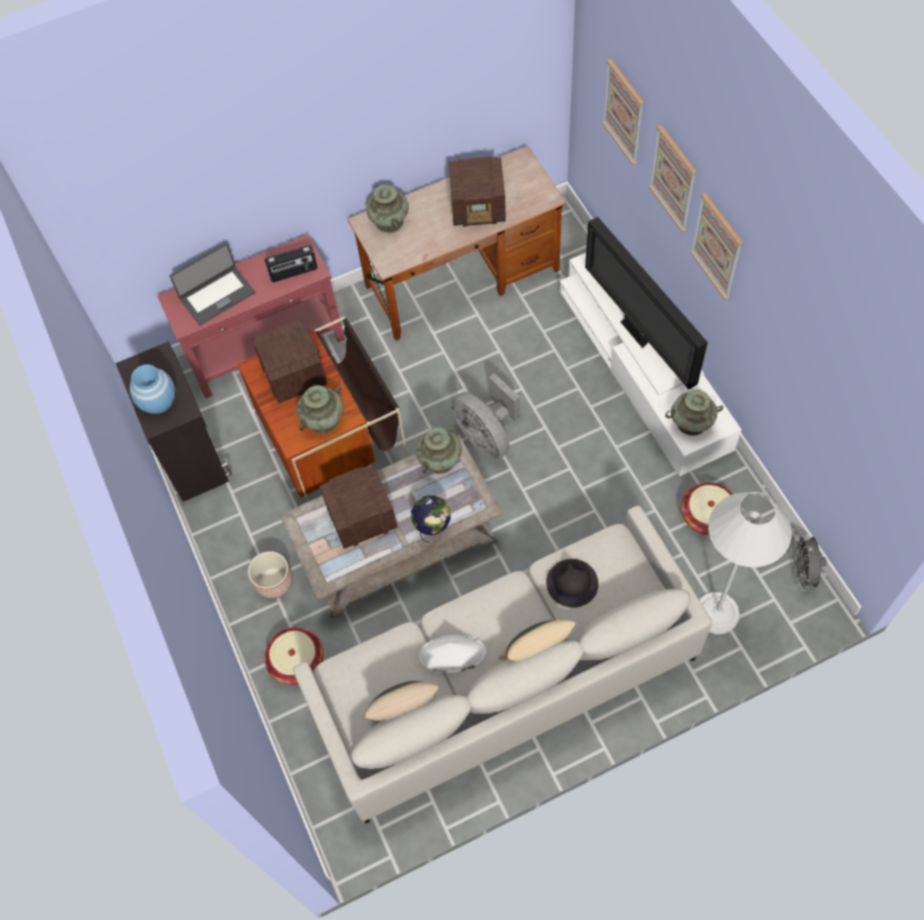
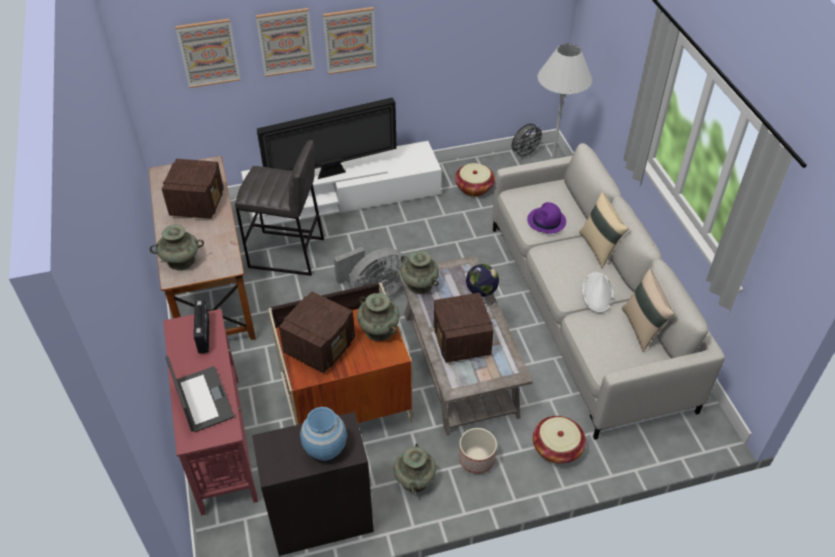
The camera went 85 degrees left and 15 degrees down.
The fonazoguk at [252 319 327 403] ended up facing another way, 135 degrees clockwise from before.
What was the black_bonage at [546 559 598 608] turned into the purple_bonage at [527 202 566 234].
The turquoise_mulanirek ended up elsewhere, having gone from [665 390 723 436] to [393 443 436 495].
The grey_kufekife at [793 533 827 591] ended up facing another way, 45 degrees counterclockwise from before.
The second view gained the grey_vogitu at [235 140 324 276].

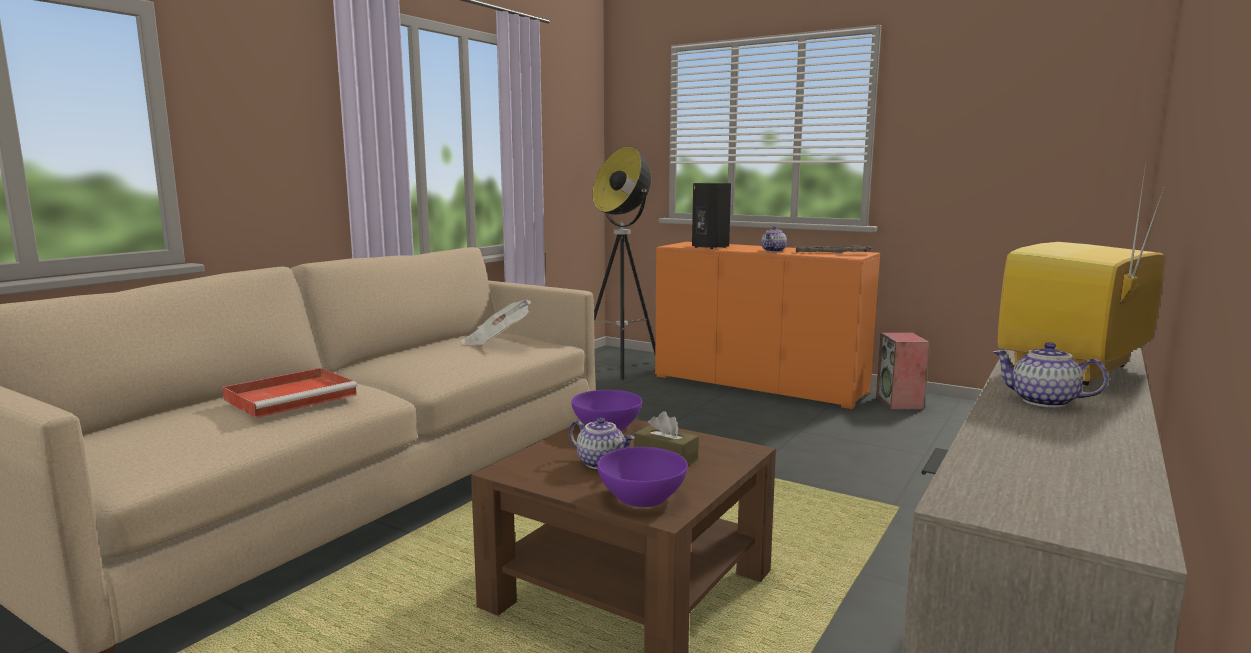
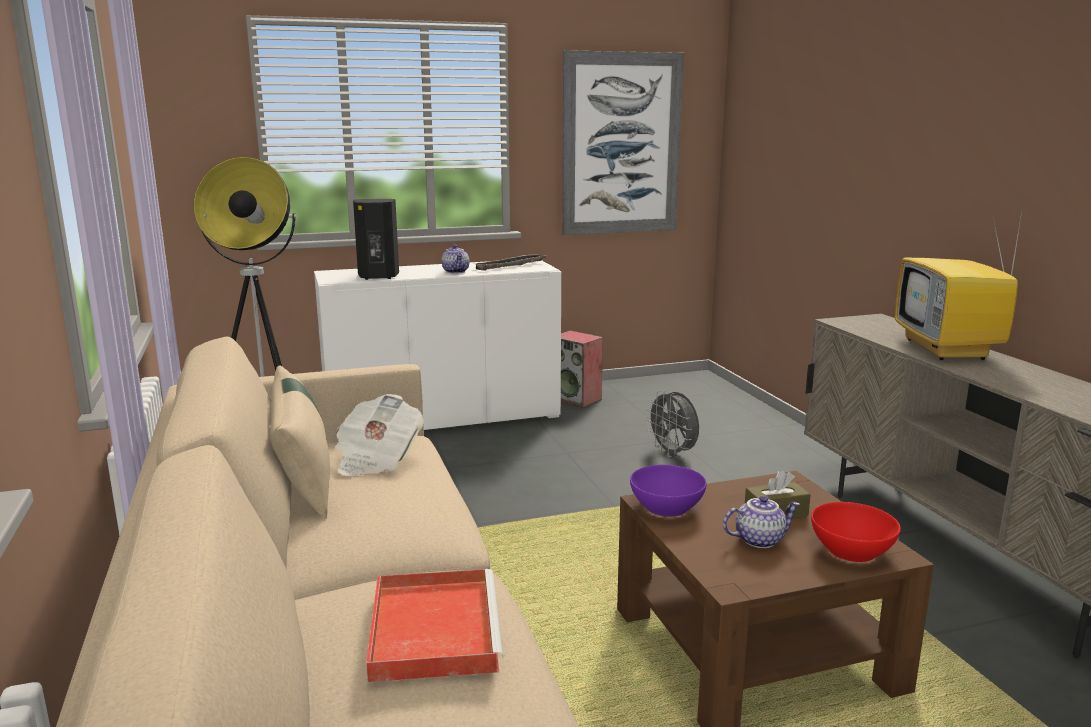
The camera went 50 degrees left and 5 degrees up.
What was the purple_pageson at [597 447 688 507] turned into the red_pageson at [811 502 901 562].
What was the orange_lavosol at [655 242 880 409] turned into the white_lavosol at [314 260 561 430].
The second view lost the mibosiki at [993 342 1108 408].
The second view gained the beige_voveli at [270 365 330 519].
The second view gained the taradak at [562 50 684 235].
The second view gained the grey_kufekife at [646 390 699 458].

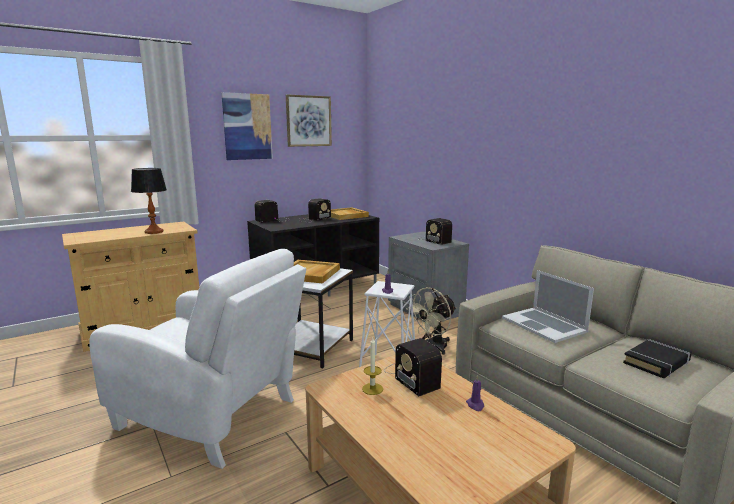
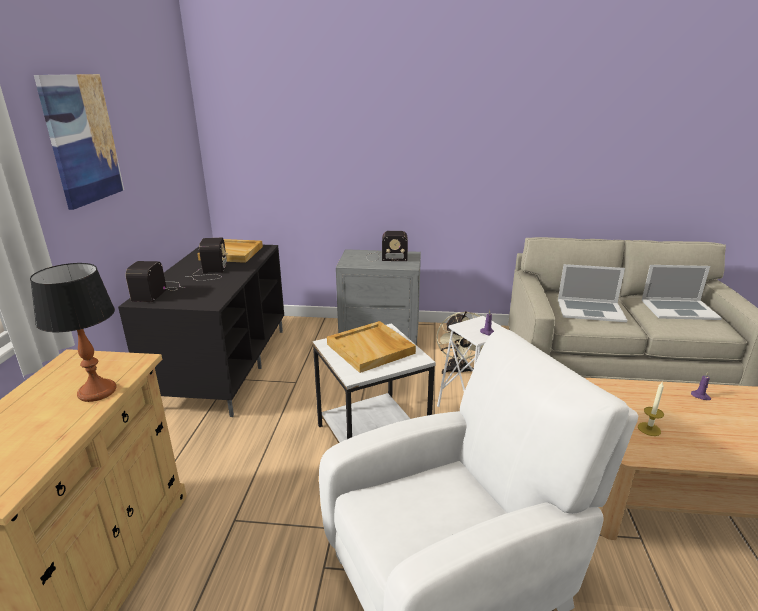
The camera went 50 degrees left and 10 degrees up.
The second view lost the taradak at [286 94 332 147].
The second view lost the fonazoguk at [384 338 442 396].
Where the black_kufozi stood at [623 337 692 378], the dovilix came to stand at [642 265 722 320].

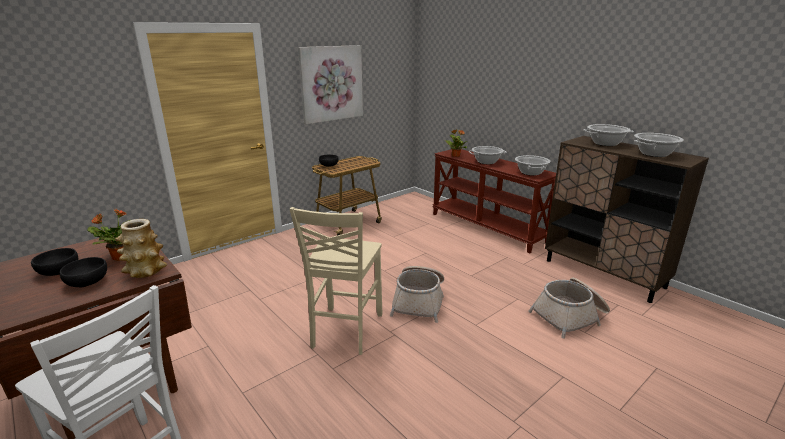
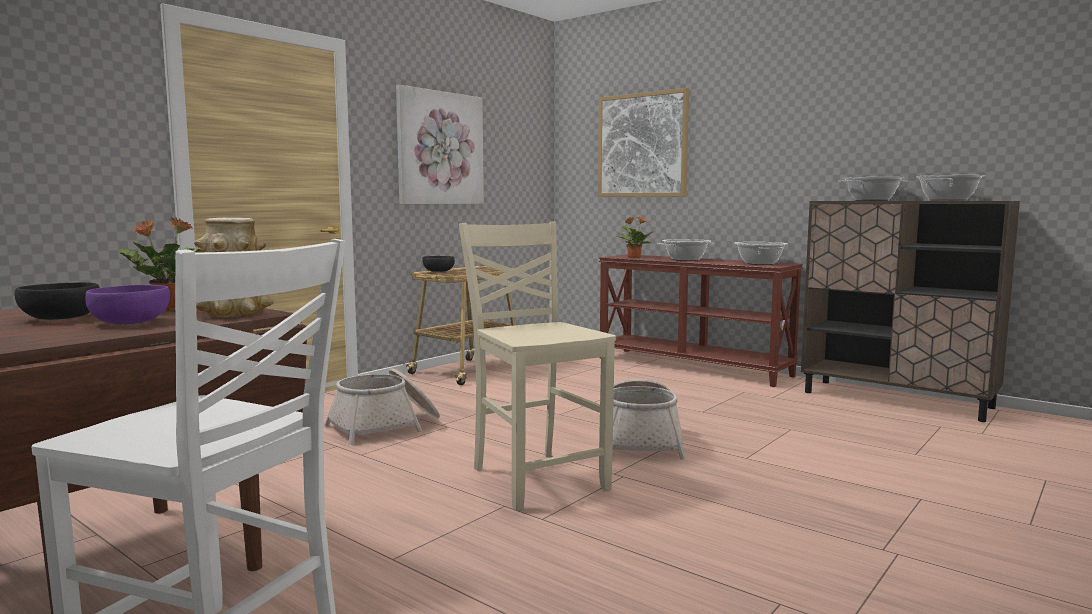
The camera went 10 degrees left and 15 degrees down.
What was the black_pageson at [60 257 107 287] turned into the purple_pageson at [85 285 170 324].
The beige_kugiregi at [290 207 382 355] ended up facing another way, 150 degrees clockwise from before.
The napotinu ended up elsewhere, having gone from [528 278 610 339] to [325 368 440 445].
The second view gained the taradak at [598 88 689 197].

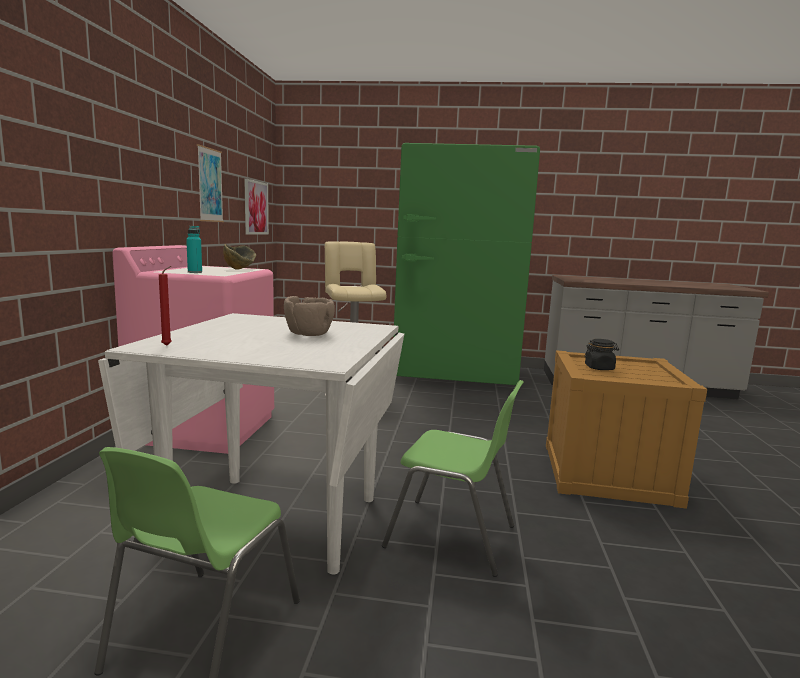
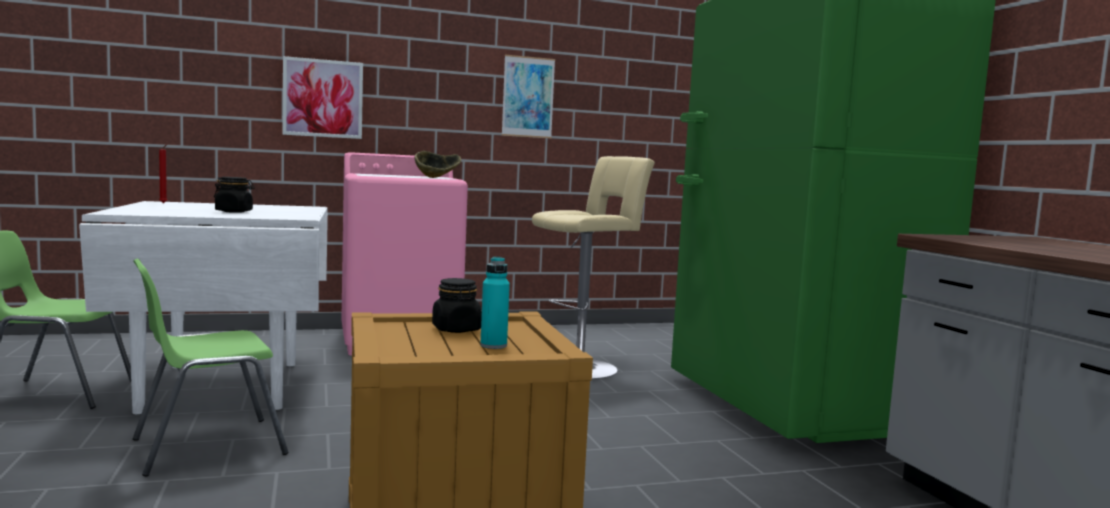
The camera went 65 degrees right and 5 degrees down.
The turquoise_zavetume ended up elsewhere, having gone from [186 226 202 273] to [480 257 510 349].
The taradak ended up elsewhere, having gone from [244 179 269 235] to [283 56 363 139].
Where the brown_pageson stood at [284 296 335 336], the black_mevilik came to stand at [214 177 255 213].
The green_kugiregi at [382 380 524 577] ended up facing another way, 60 degrees clockwise from before.

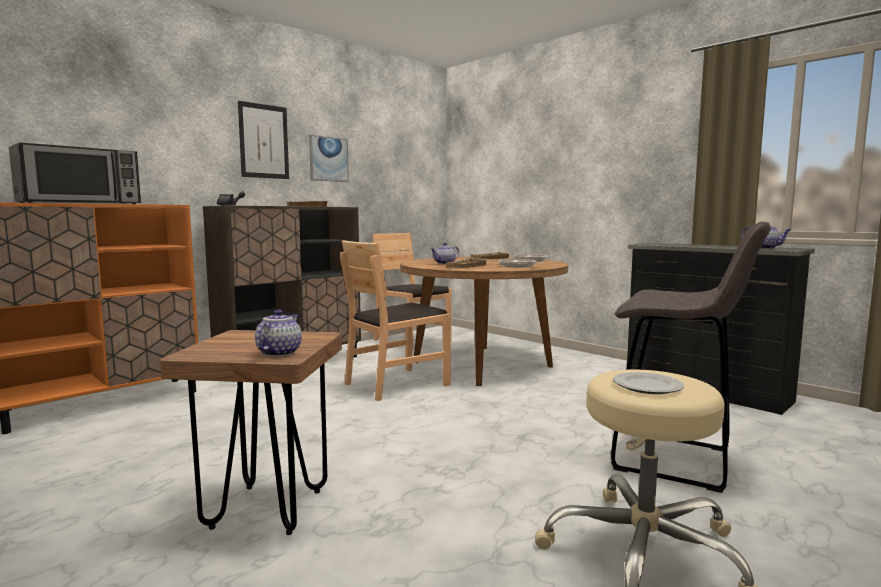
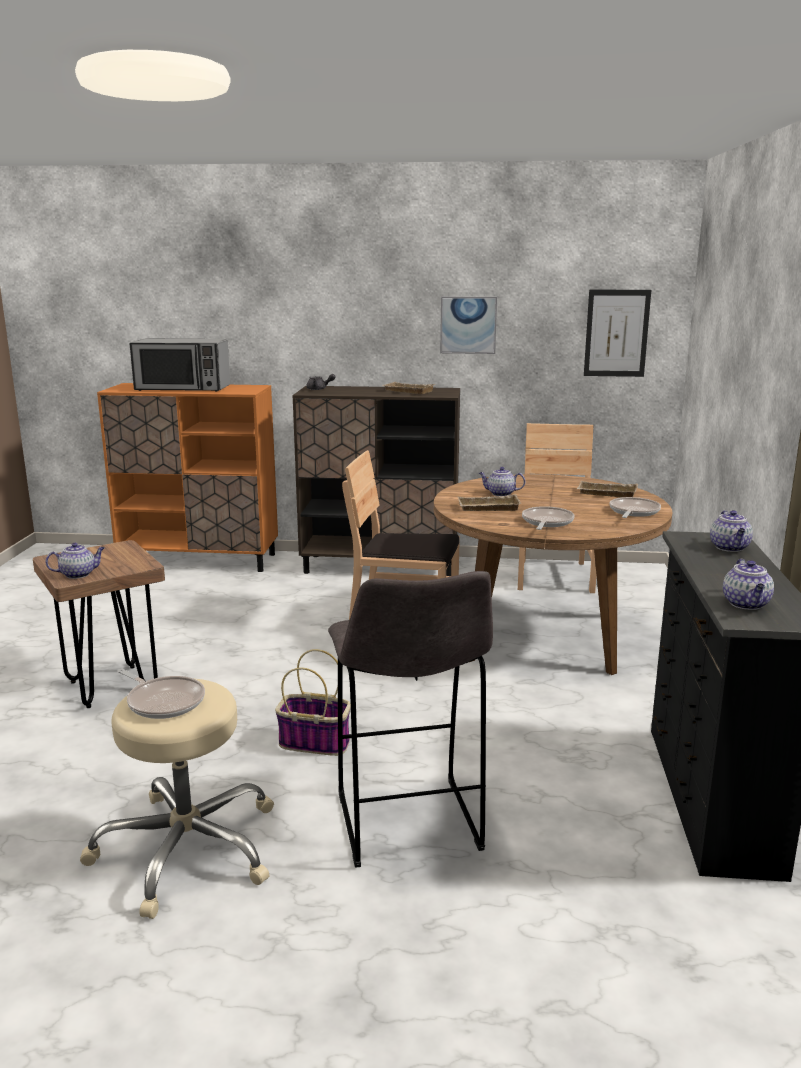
The camera went 50 degrees right and 10 degrees up.
The taradak ended up elsewhere, having gone from [238 101 289 179] to [584 290 651 377].
Where the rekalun stood at [613 372 684 394], the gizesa came to stand at [117 669 205 719].
The second view gained the napotinu at [275 649 351 756].
The second view gained the mibosiki at [710 510 753 552].

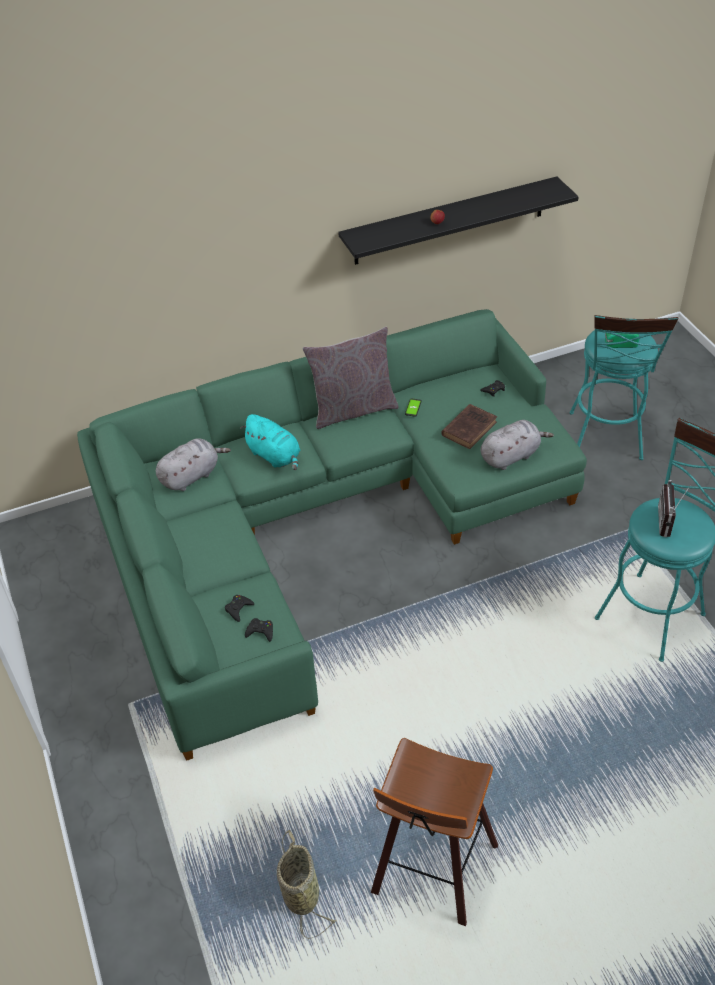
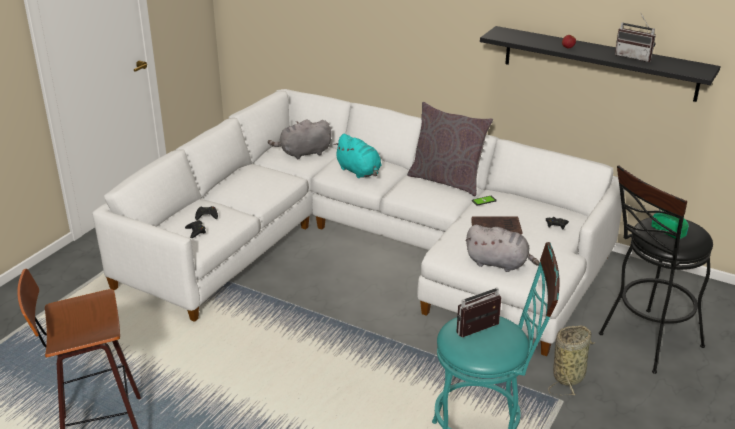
The camera went 50 degrees right and 15 degrees down.
What was the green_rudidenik at [77 309 587 761] turned into the white_rudidenik at [92 89 625 356].
The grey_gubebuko at [156 438 231 491] ended up facing another way, 150 degrees clockwise from before.
The turquoise_gubebuko at [240 414 301 470] ended up facing another way, 45 degrees counterclockwise from before.
The napotinu ended up elsewhere, having gone from [277 830 336 939] to [548 325 595 396].
What was the turquoise_vogitu at [570 315 678 460] turned into the black_vogitu at [599 165 713 374].
The second view gained the fonazoguk at [615 12 656 62].

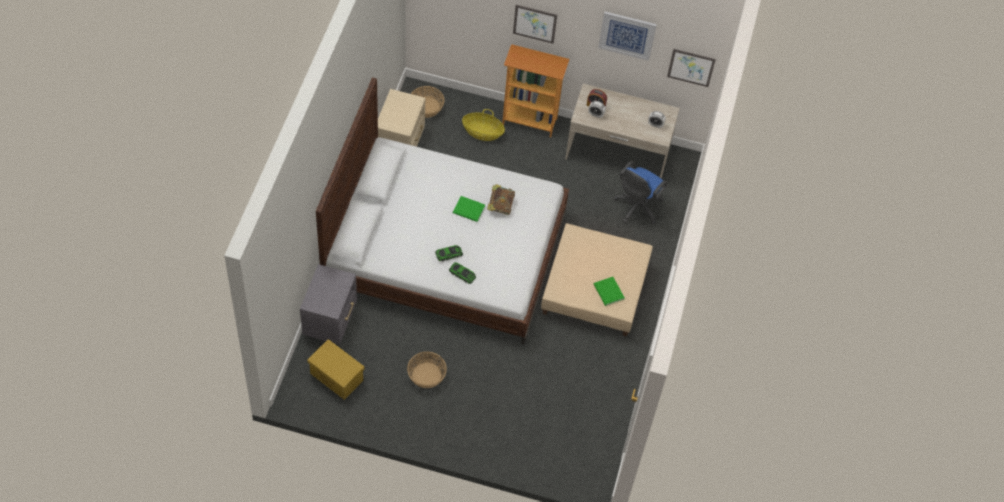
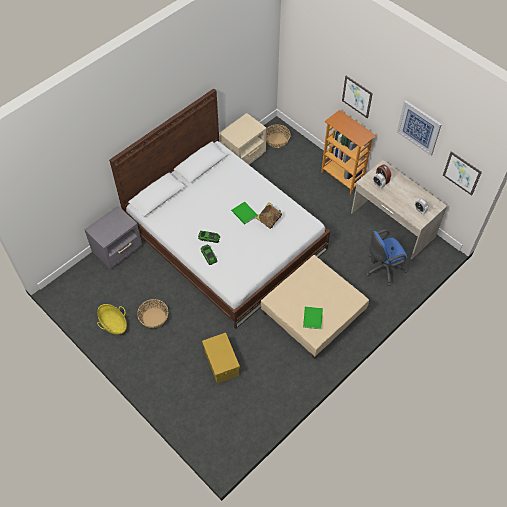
The camera went 35 degrees right and 0 degrees up.
The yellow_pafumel ended up elsewhere, having gone from [307 339 365 400] to [202 333 240 383].
The napotinu ended up elsewhere, having gone from [462 109 505 141] to [97 304 127 335].

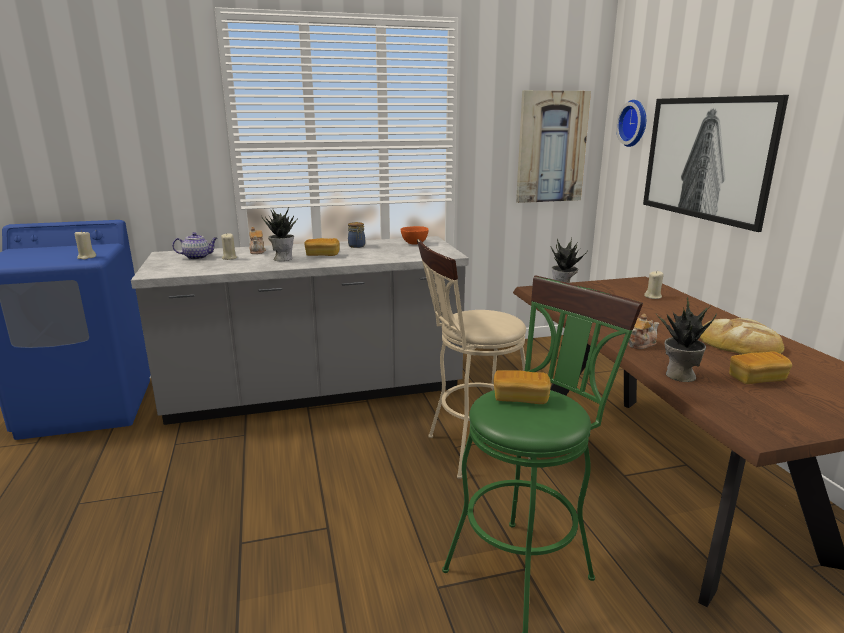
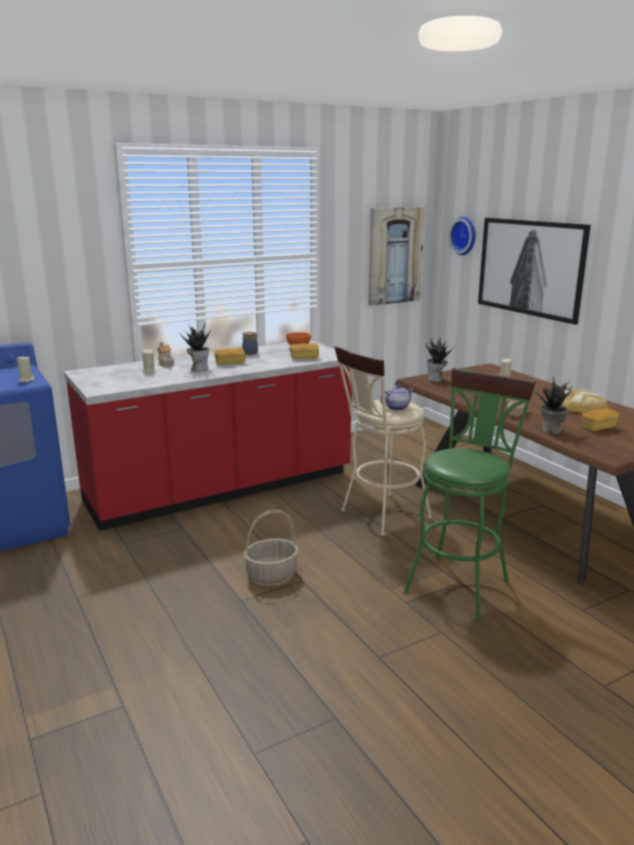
The camera went 15 degrees left and 0 degrees up.
What was the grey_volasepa at [131 236 469 425] turned into the red_volasepa at [64 340 351 531].
The mibosiki ended up elsewhere, having gone from [172 232 218 260] to [380 385 414 410].
The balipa ended up elsewhere, having gone from [494 370 551 404] to [290 343 319 359].
The second view gained the napotinu at [244 510 299 584].

